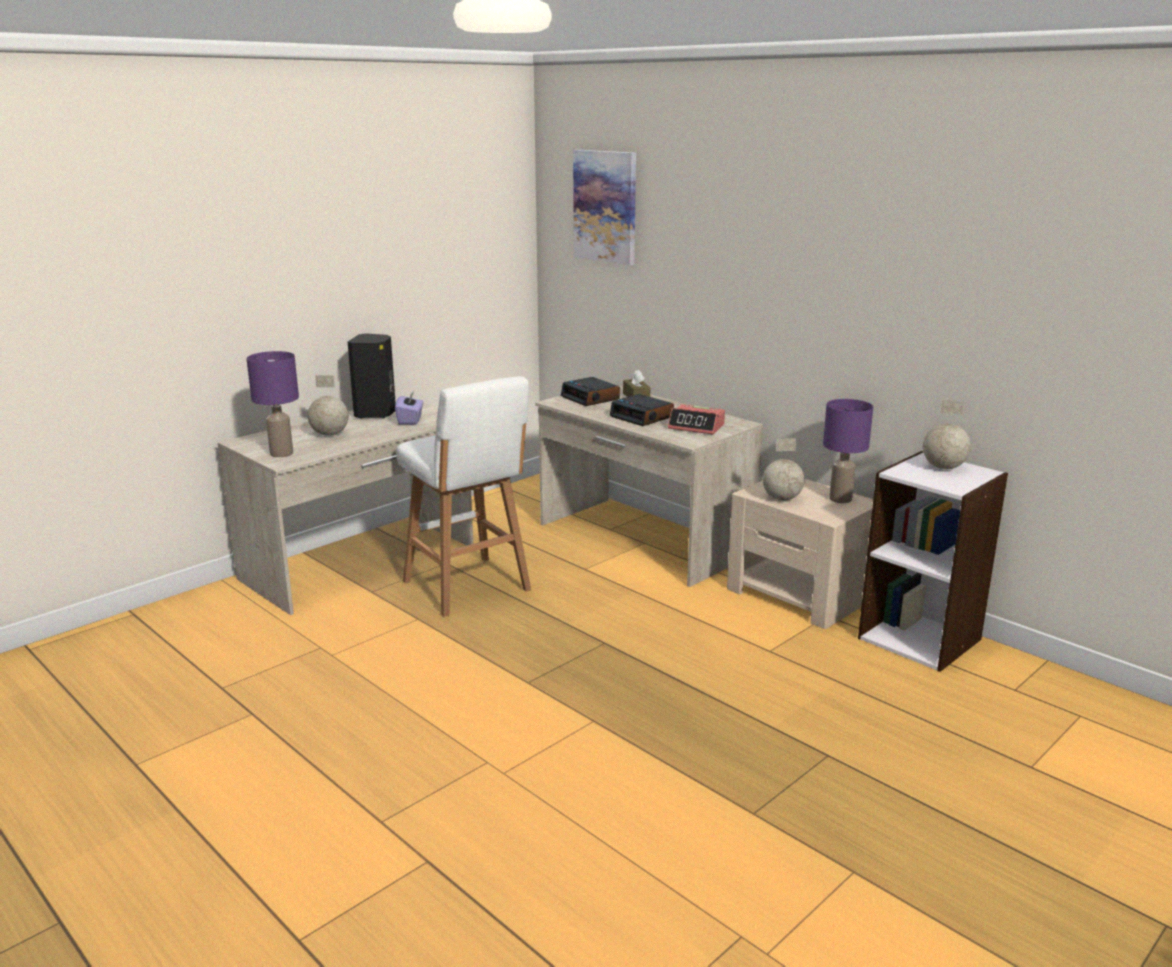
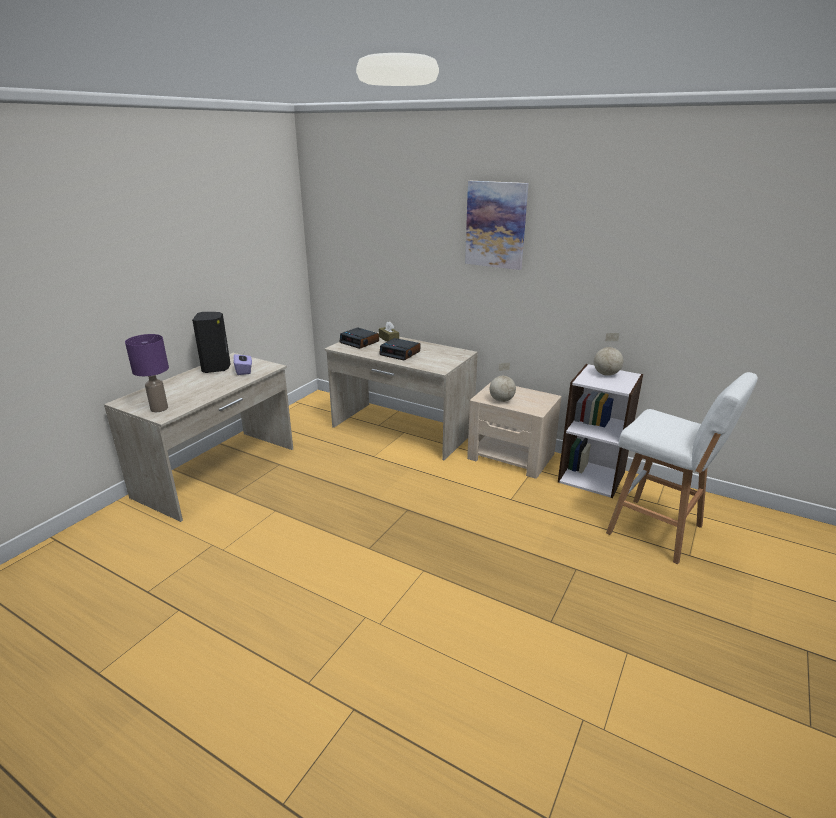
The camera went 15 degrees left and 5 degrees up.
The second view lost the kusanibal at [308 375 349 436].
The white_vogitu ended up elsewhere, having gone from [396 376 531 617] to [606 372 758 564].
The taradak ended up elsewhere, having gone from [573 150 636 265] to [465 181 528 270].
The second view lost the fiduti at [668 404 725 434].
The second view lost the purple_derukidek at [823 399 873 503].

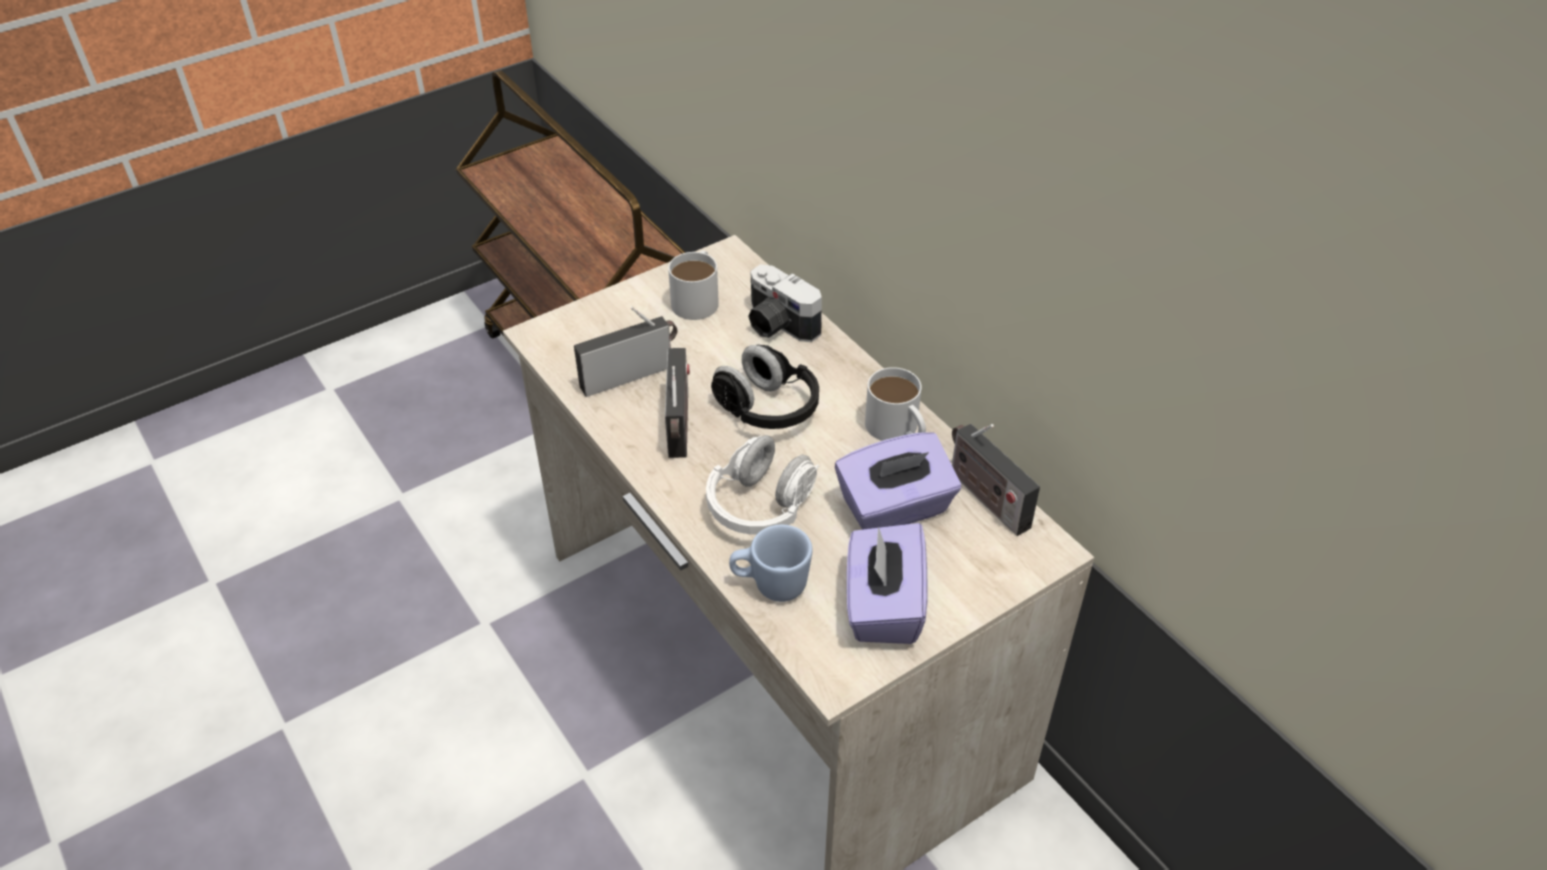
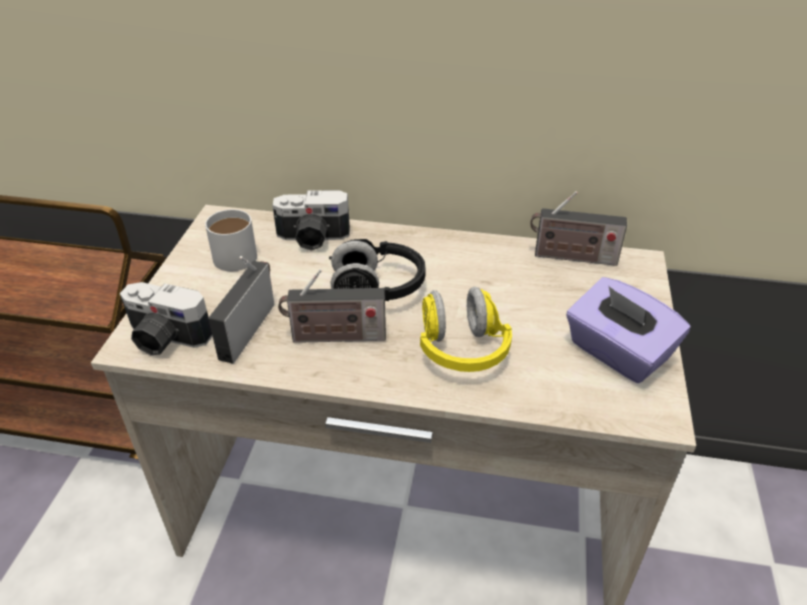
The camera went 45 degrees left and 5 degrees down.
The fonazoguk at [665 348 690 458] ended up facing another way, 135 degrees clockwise from before.
What was the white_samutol at [706 435 819 535] turned into the yellow_samutol at [420 287 512 372].
The second view lost the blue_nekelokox at [729 525 813 602].
The second view lost the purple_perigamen at [835 432 961 530].
The second view lost the white_nekelokox at [865 367 926 441].
The second view gained the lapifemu at [120 282 213 355].

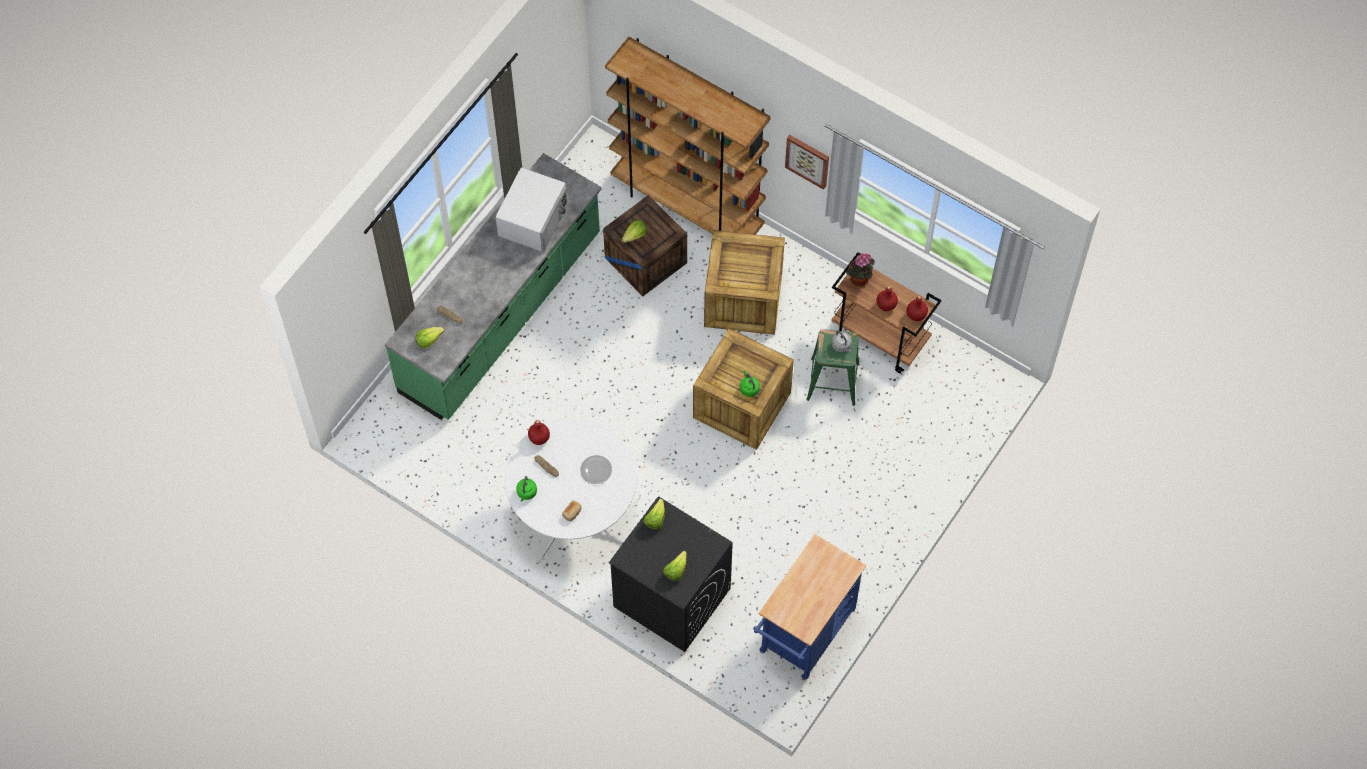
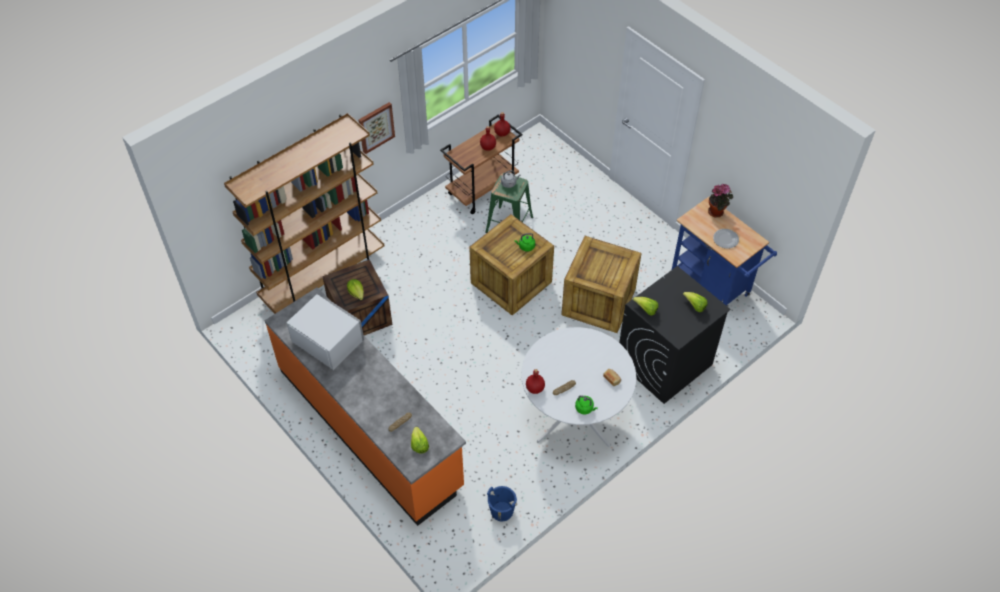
The camera went 75 degrees left and 10 degrees down.
What was the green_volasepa at [385 153 601 420] turned into the orange_volasepa at [265 287 466 526].
The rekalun ended up elsewhere, having gone from [580 455 612 484] to [713 229 739 249].
The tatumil ended up elsewhere, having gone from [704 230 785 335] to [562 236 642 333].
The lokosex ended up elsewhere, having gone from [846 253 875 287] to [708 184 733 217].
The second view gained the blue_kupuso at [487 486 517 521].

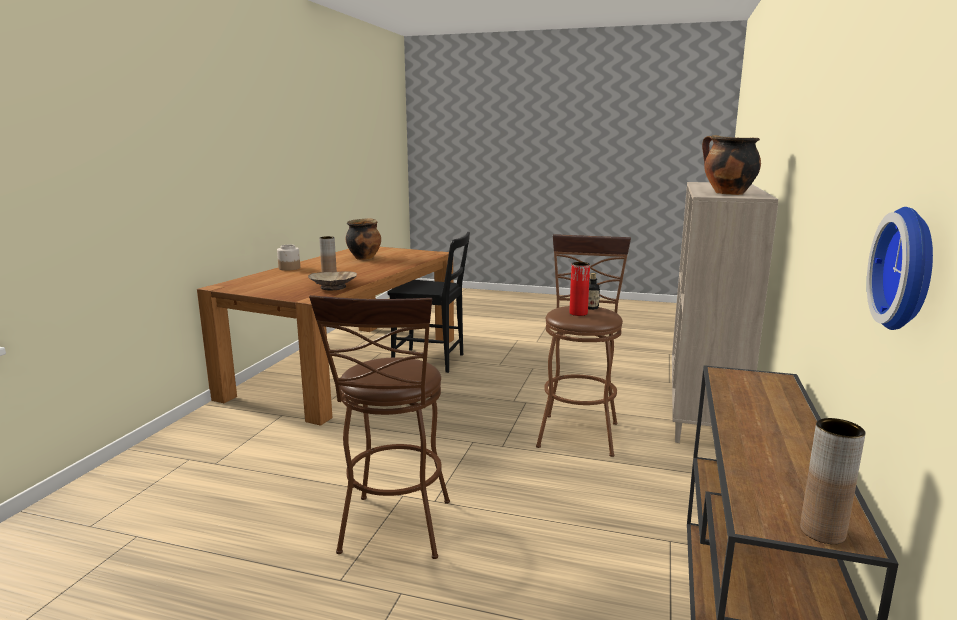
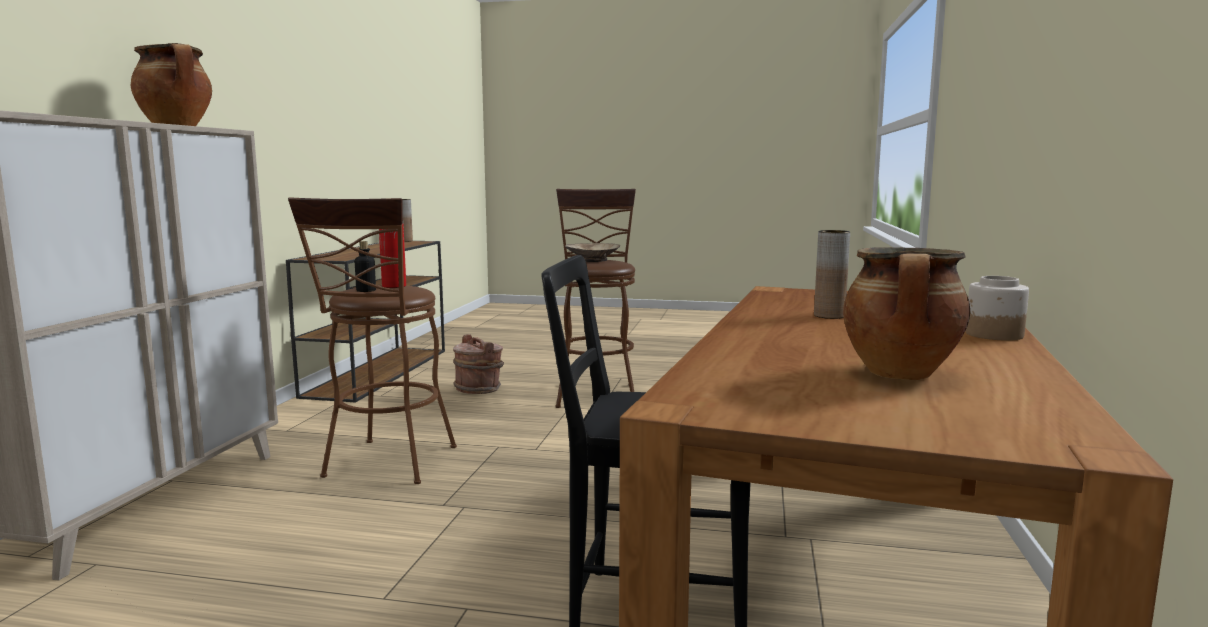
The camera went 175 degrees right and 5 degrees down.
The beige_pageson ended up elsewhere, having gone from [308 271 357 290] to [565 243 620 262].
The second view lost the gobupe at [867 207 933 330].
The second view gained the brown_kupuso at [453 334 504 394].

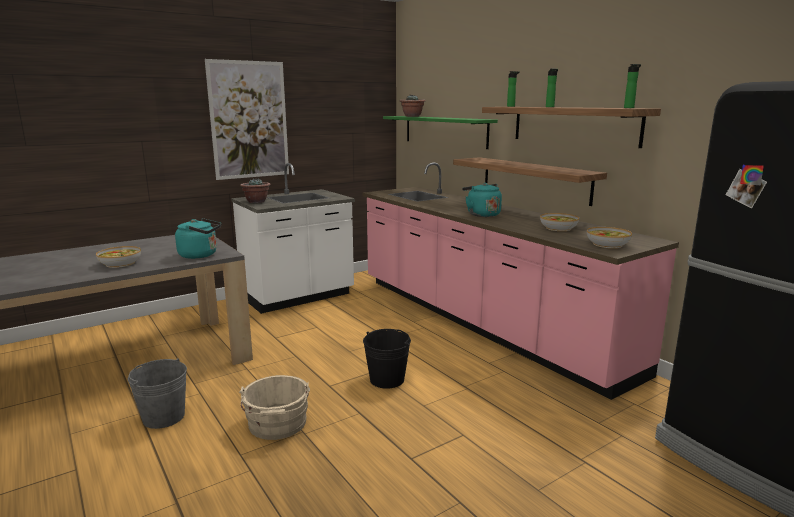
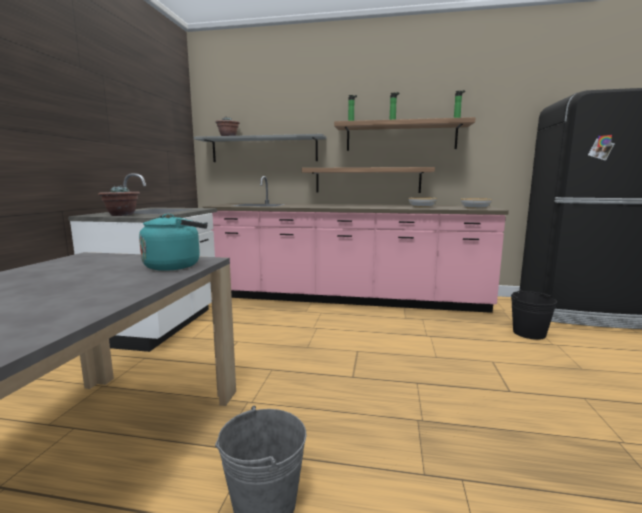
The camera went 45 degrees left and 5 degrees down.
The second view lost the pageson at [96 246 141 268].
The second view lost the taradak at [205 59 289 180].
The second view lost the beige_kupuso at [239 375 310 440].
The black_kupuso ended up elsewhere, having gone from [363 329 411 389] to [511 291 557 340].
What was the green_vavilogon at [383 116 498 149] turned into the grey_vavilogon at [194 134 326 162].
The second view lost the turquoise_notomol at [462 183 502 217].

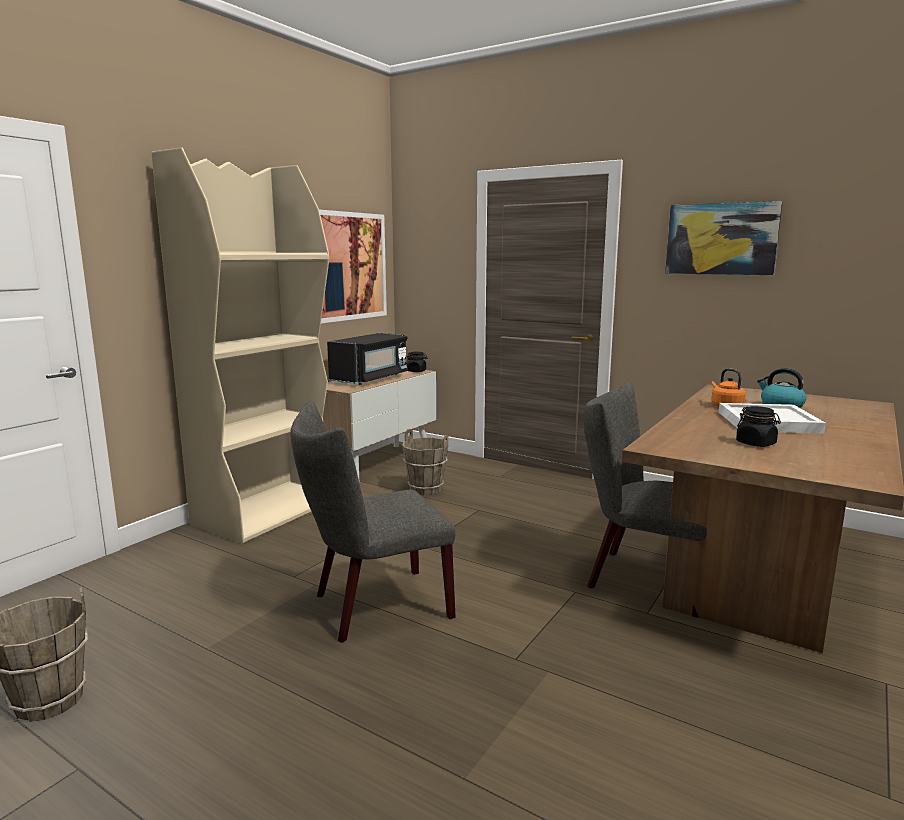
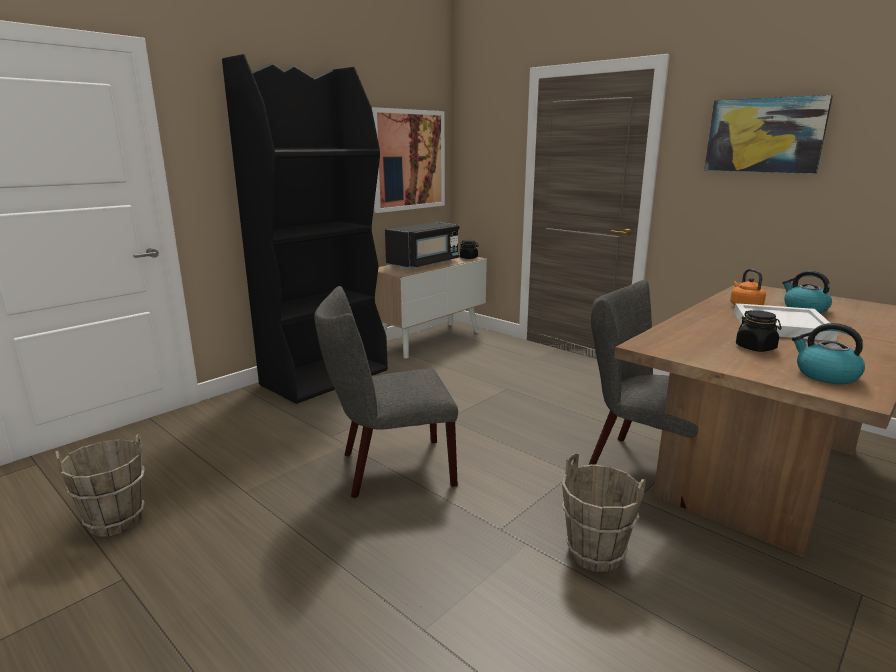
The camera went 10 degrees right and 5 degrees up.
What was the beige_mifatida at [151 147 329 544] turned into the black_mifatida at [222 54 388 404].
The brown_kupuso ended up elsewhere, having gone from [402 429 448 496] to [562 453 646 572].
The second view gained the notomol at [792 323 865 384].

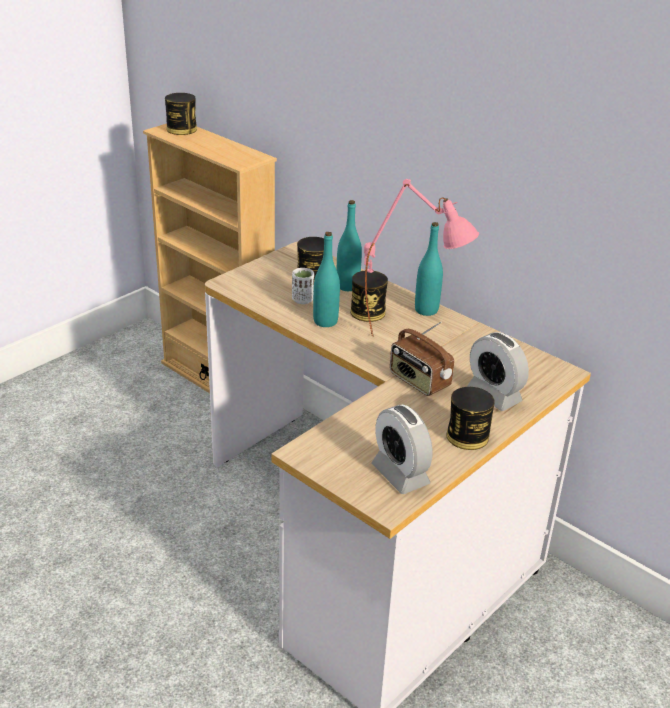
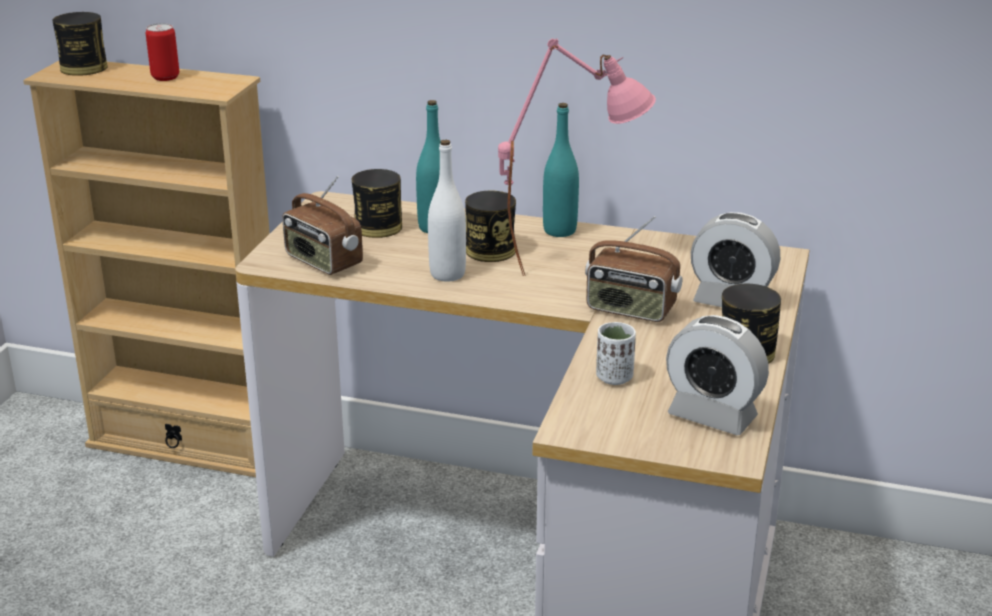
The camera went 25 degrees left and 5 degrees down.
The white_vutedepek ended up elsewhere, having gone from [292 268 314 304] to [596 322 636 385].
What was the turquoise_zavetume at [313 232 340 327] turned into the white_zavetume at [428 140 466 282].
The second view gained the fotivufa at [146 23 179 81].
The second view gained the fonazoguk at [282 176 363 275].

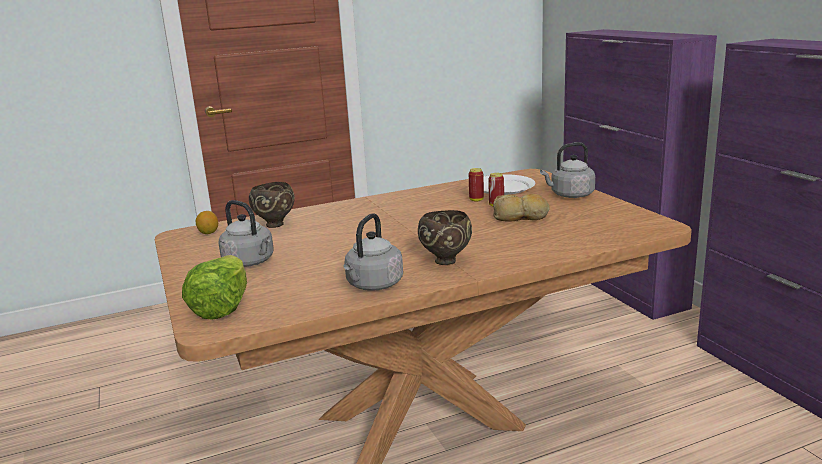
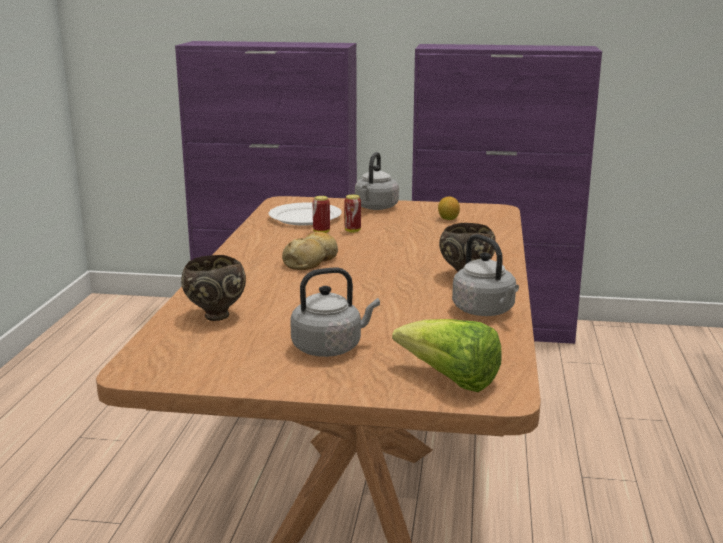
The camera went 60 degrees left and 0 degrees up.
The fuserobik ended up elsewhere, having gone from [196 211 218 234] to [438 197 460 220].
The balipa ended up elsewhere, having gone from [493 194 550 222] to [282 232 338 270].

